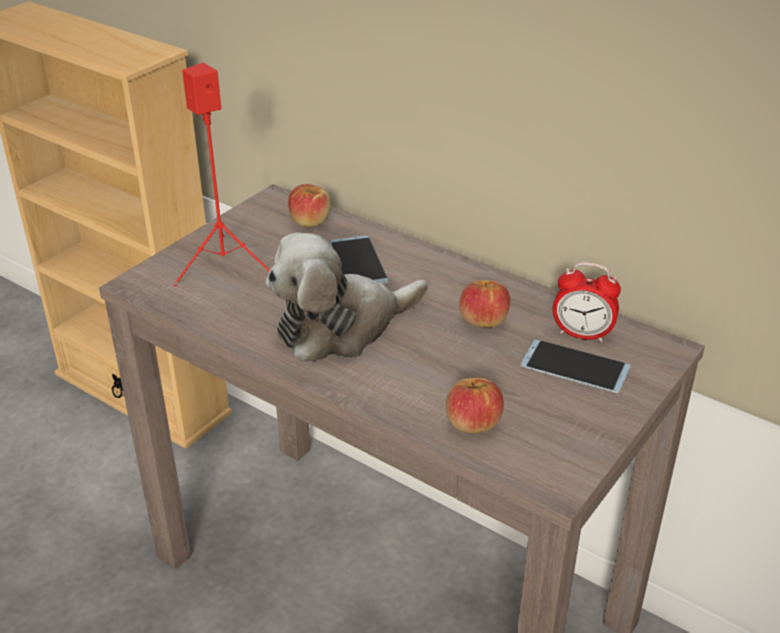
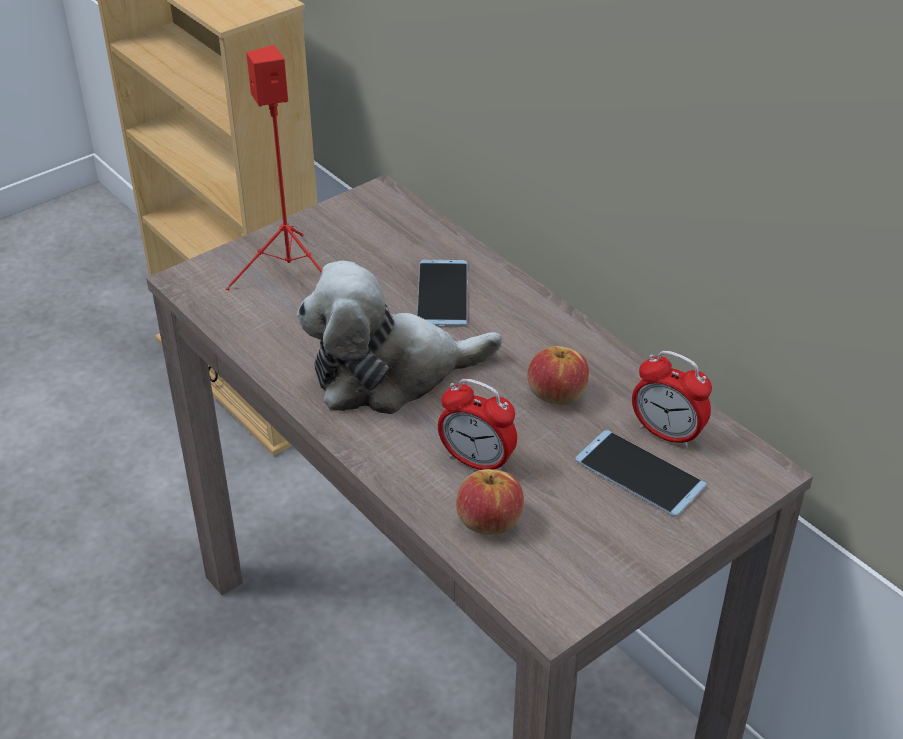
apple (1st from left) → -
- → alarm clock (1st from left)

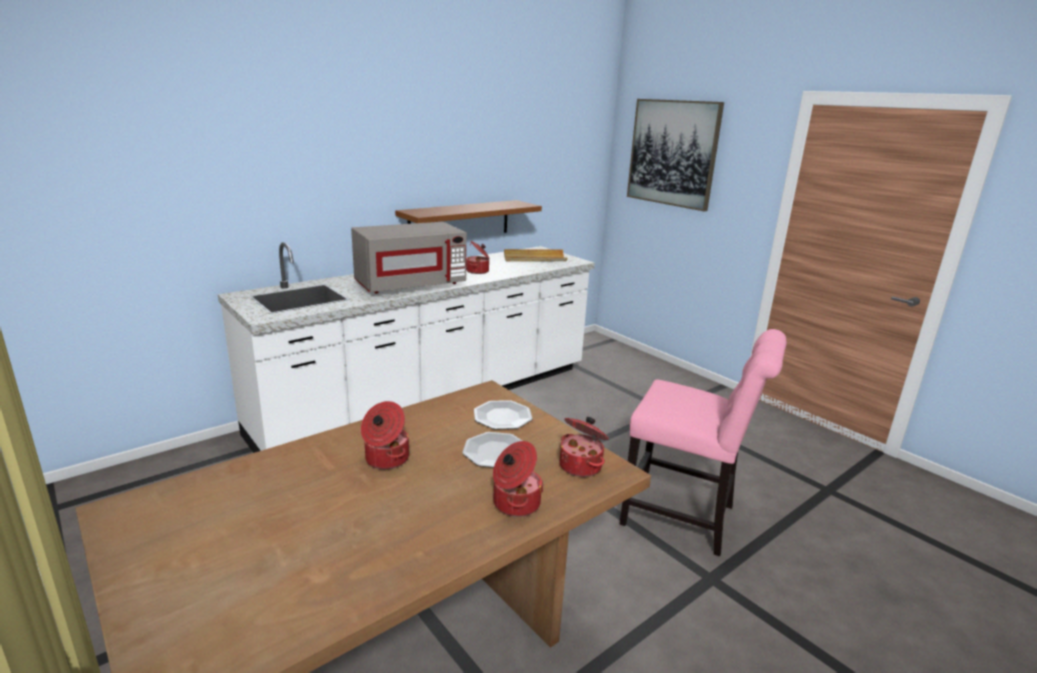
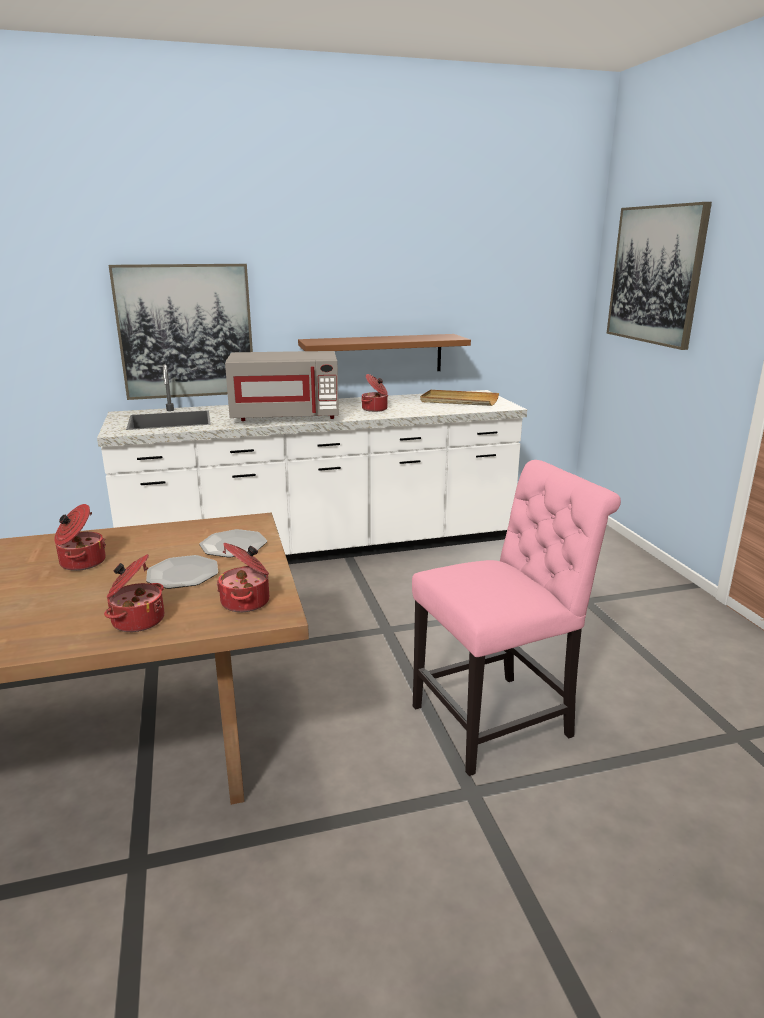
pink plain chair, 75 degrees counterclockwise
- → wall art (1st from left)

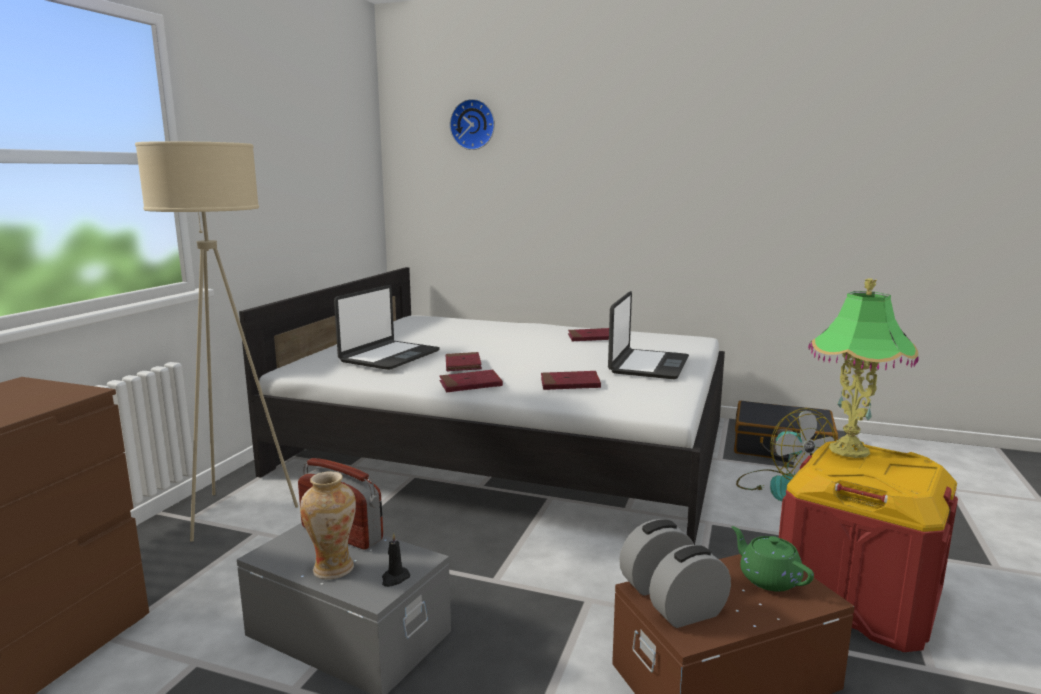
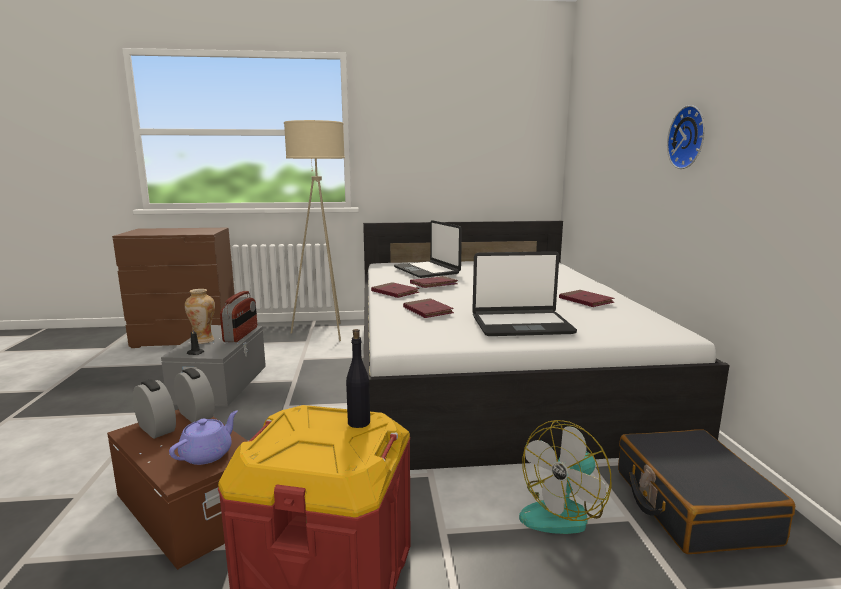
laptop (1st from left), 60 degrees clockwise
wall clock, move
greenish pot for tea → purple-coloured pot for tea
tabletop lamp → blackish drink bottle

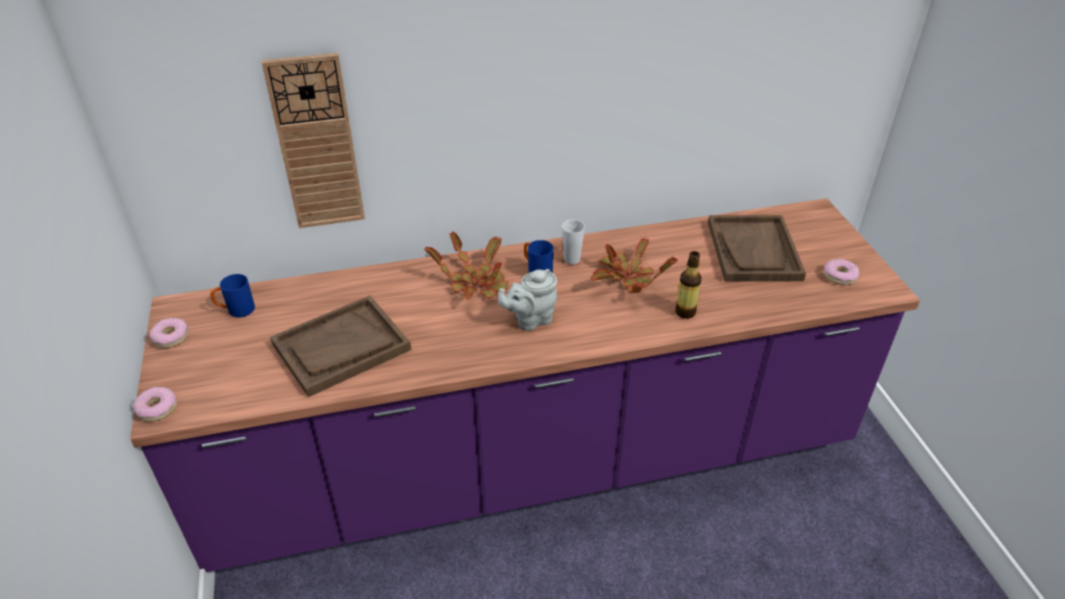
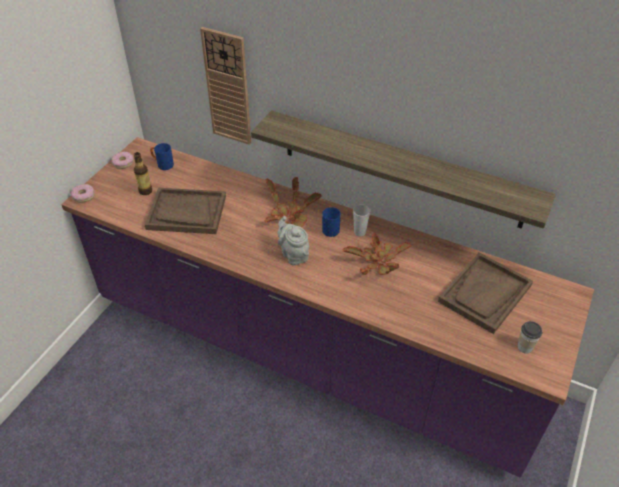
grey pot for tea, 45 degrees clockwise
drink bottle, move
doughnut (3rd from left) → small cup (2nd from left)
- → bracket shelf

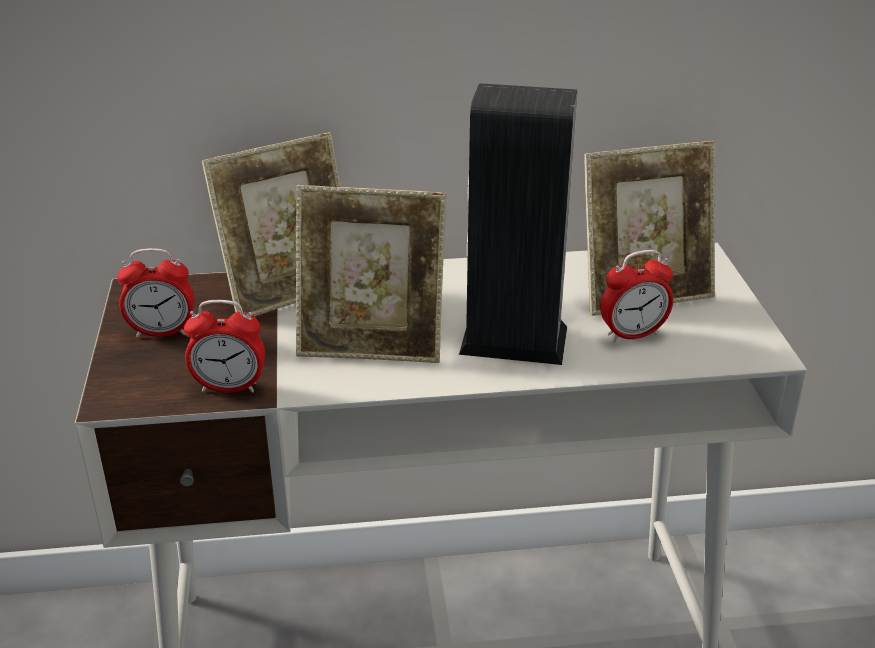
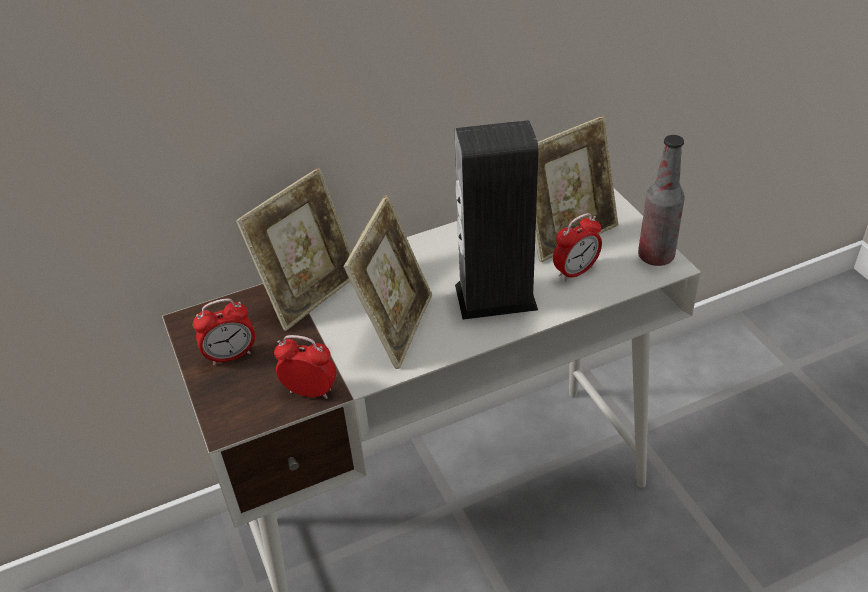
alarm clock (2nd from left), 150 degrees counterclockwise
standing frame (2nd from left), 60 degrees counterclockwise
- → drink bottle

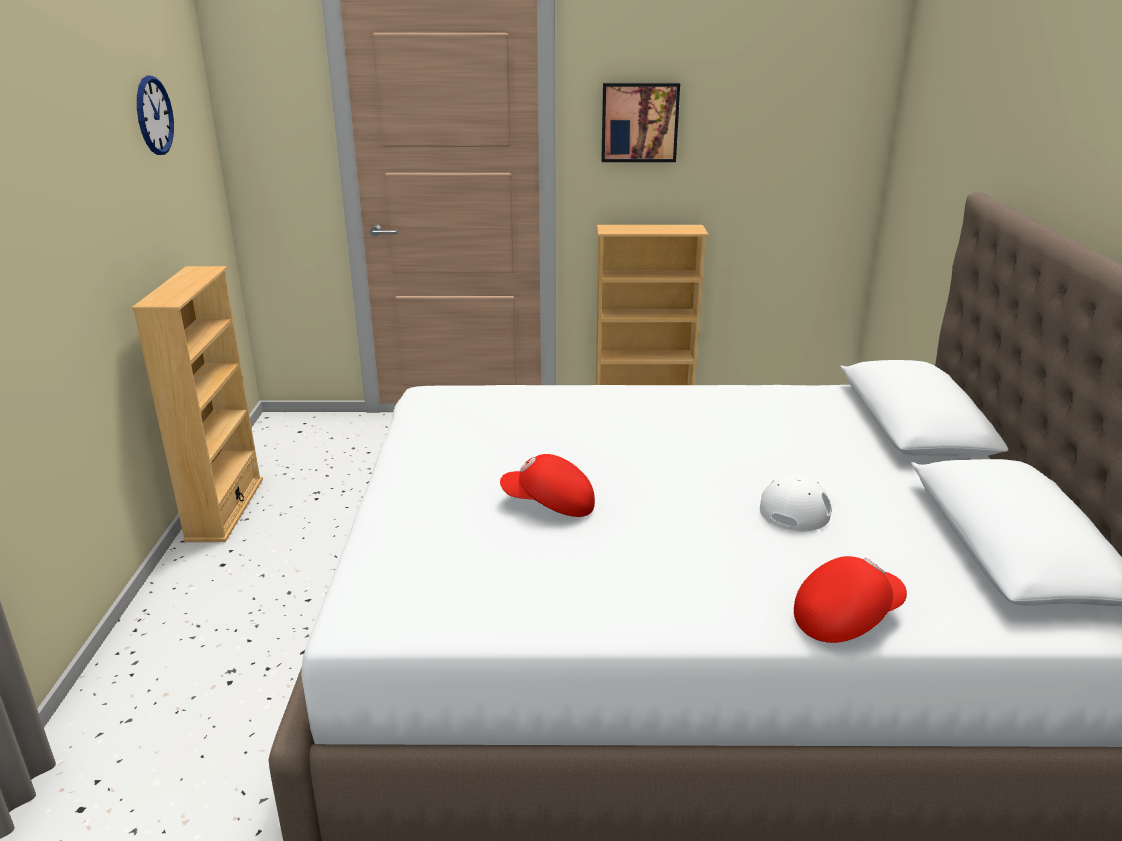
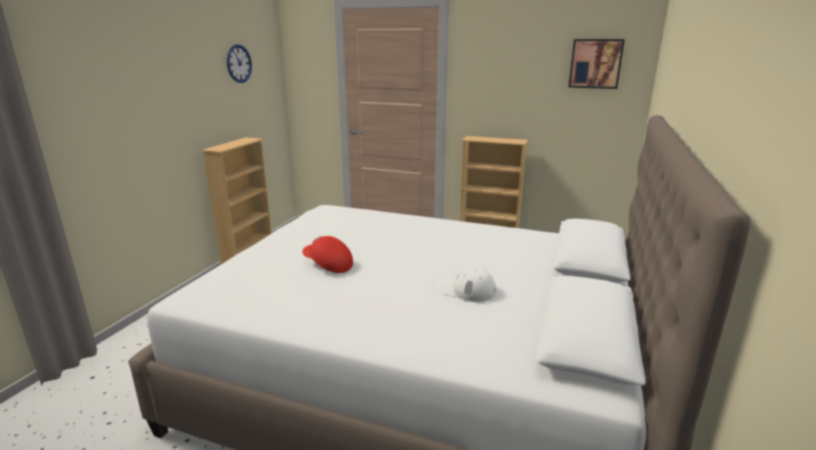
wall art, move
white-coloured baseball cap, 120 degrees counterclockwise
red baseball cap (2nd from left) → -

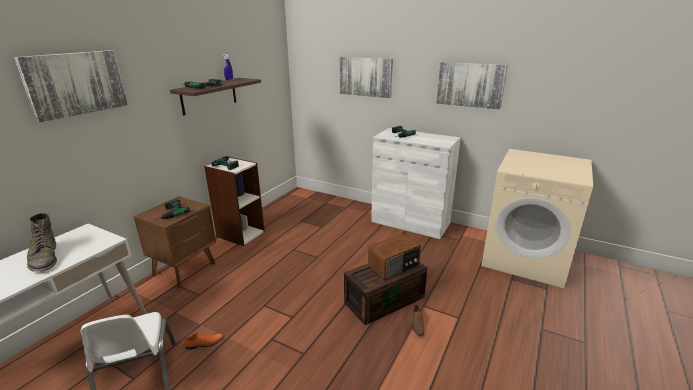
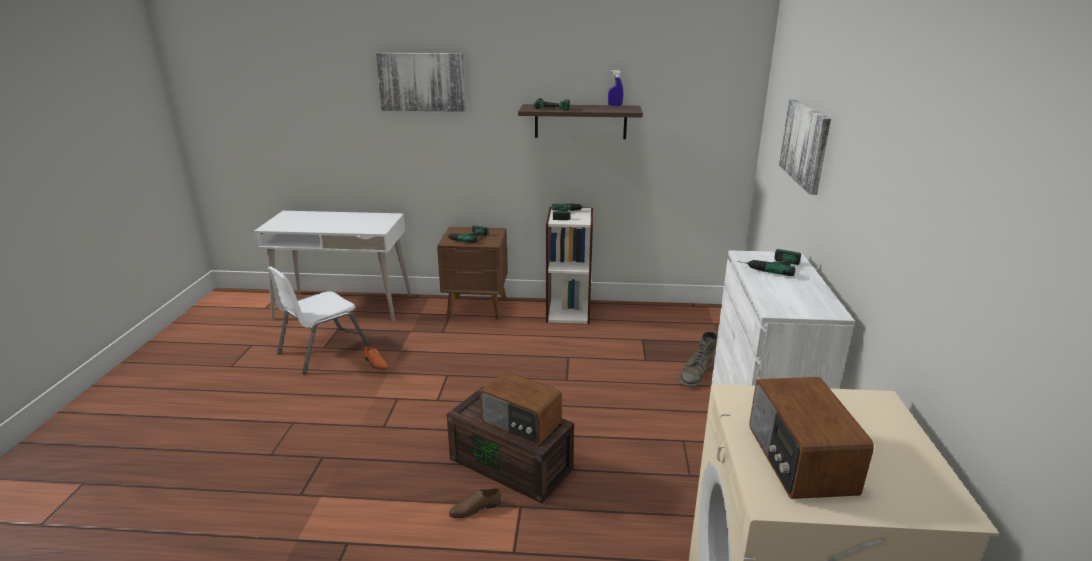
greenish tall boot, move
wall art (3rd from left) → -
- → radio set (2nd from left)

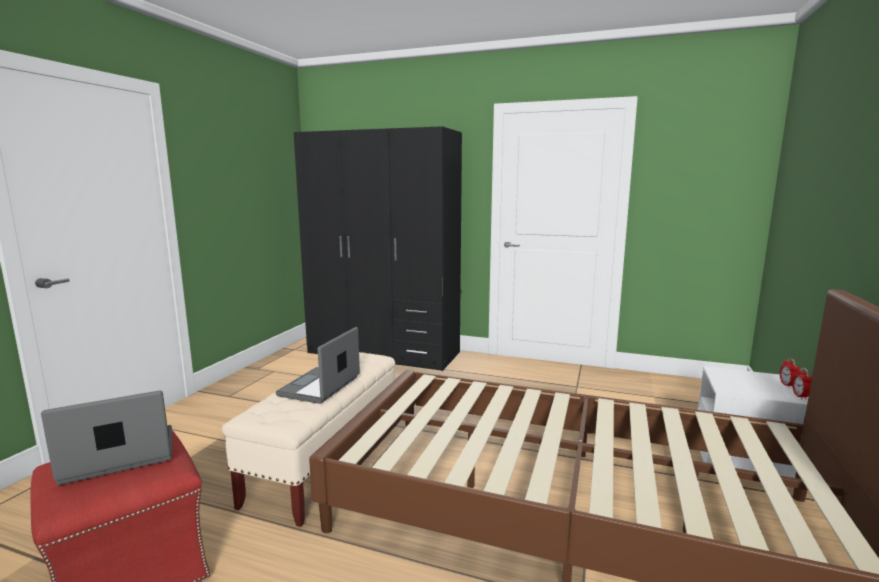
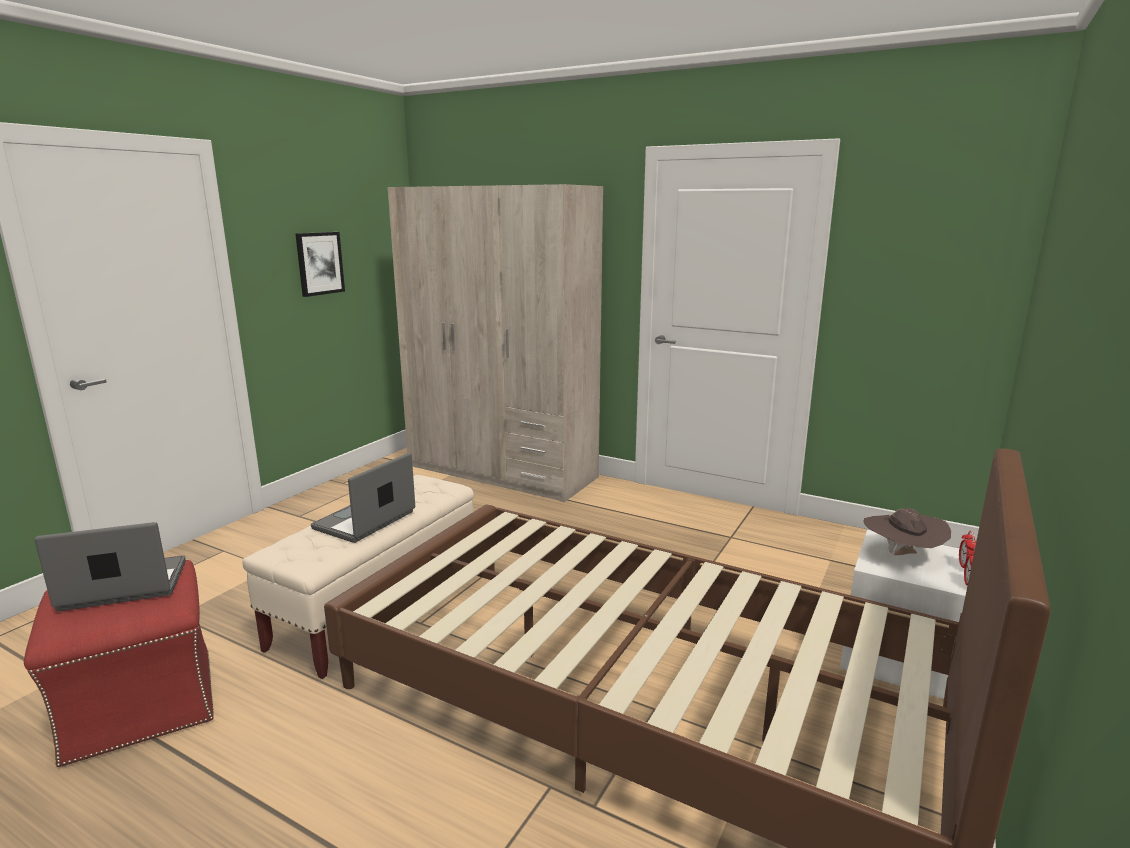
blackish armoire → beige armoire
- → wall art
- → brownish wearable hat

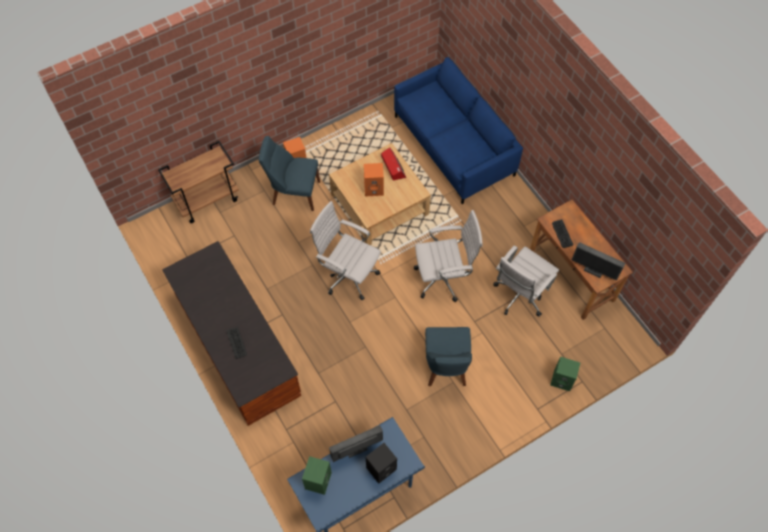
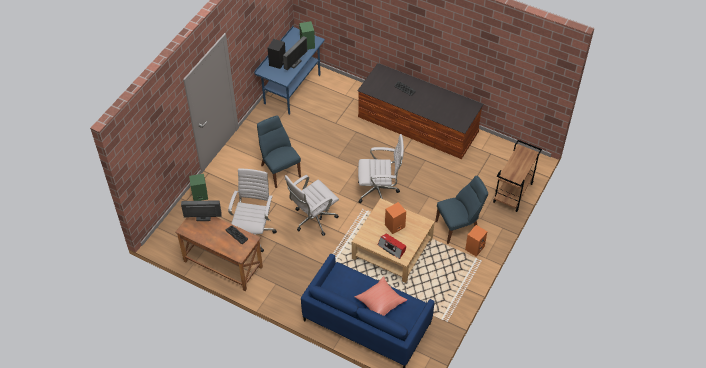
- → red throw pillow

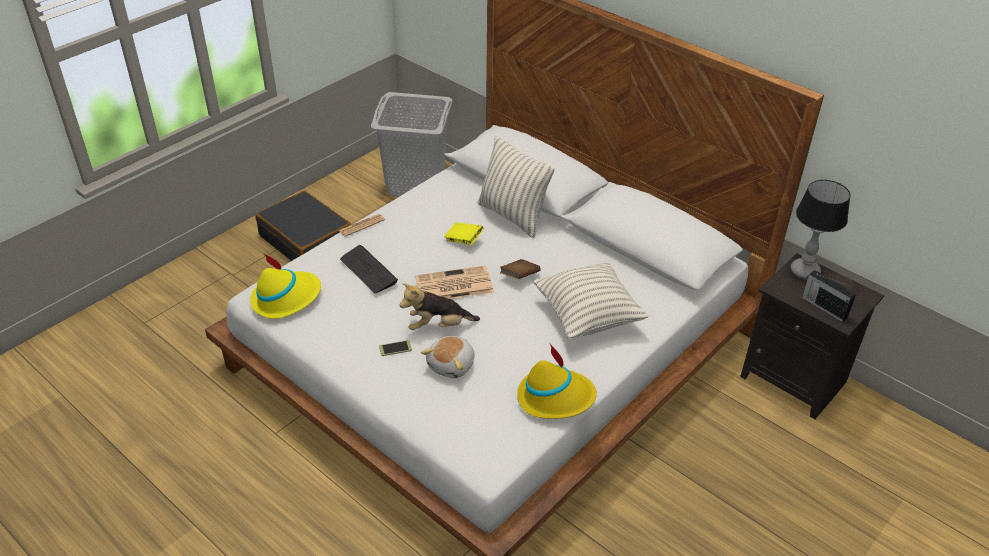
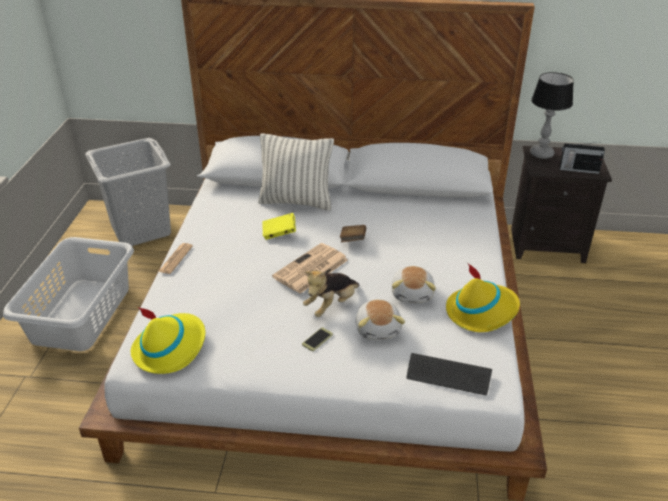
blackish piece of luggage → grey laundry basket (1st from left)
PC keyboard, move
throw pillow (2nd from left) → -
- → cuddly toy (3rd from left)

